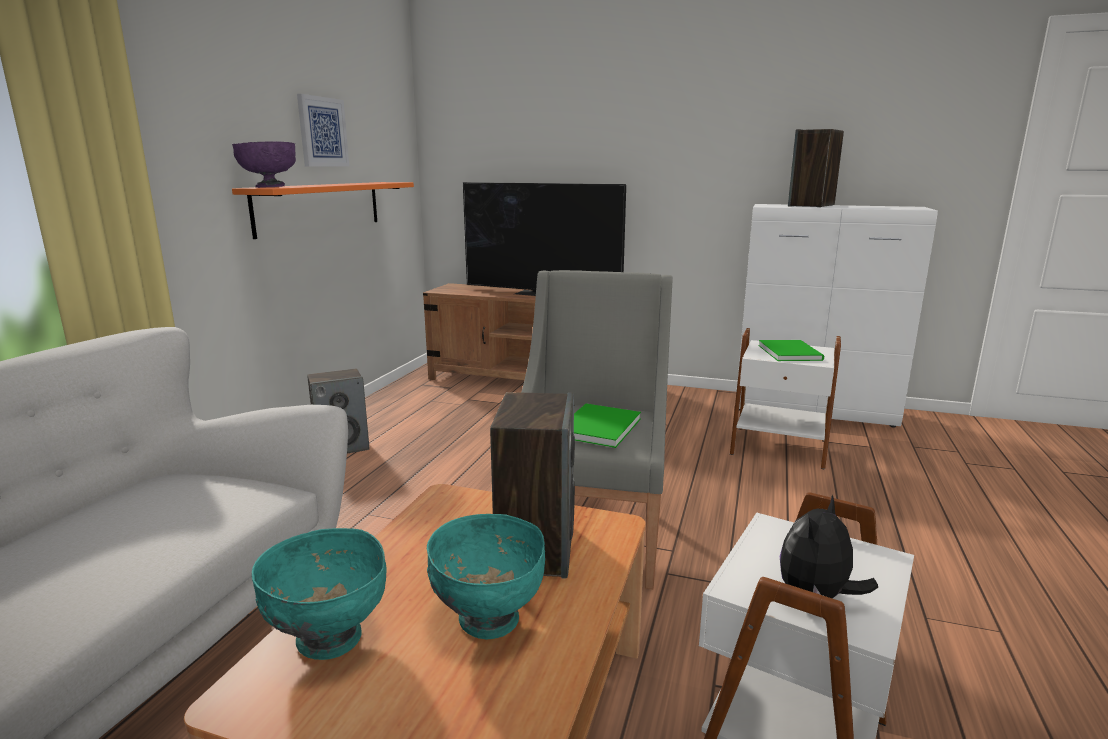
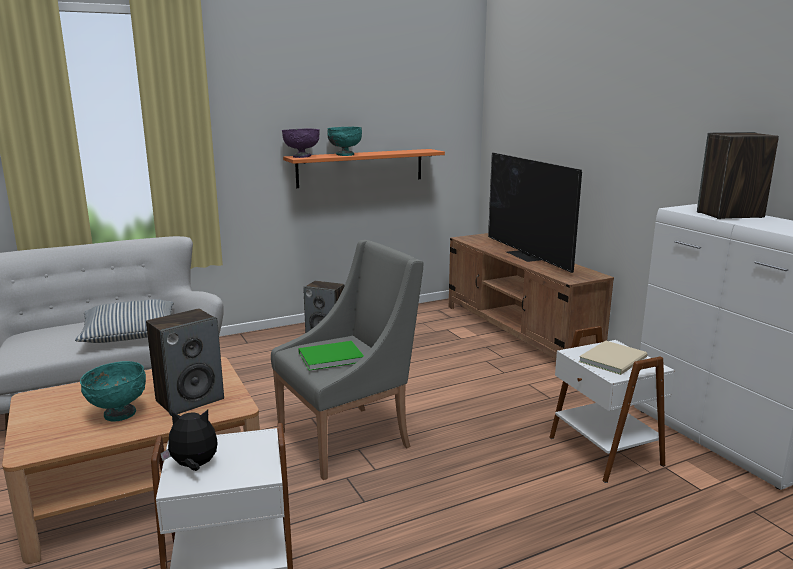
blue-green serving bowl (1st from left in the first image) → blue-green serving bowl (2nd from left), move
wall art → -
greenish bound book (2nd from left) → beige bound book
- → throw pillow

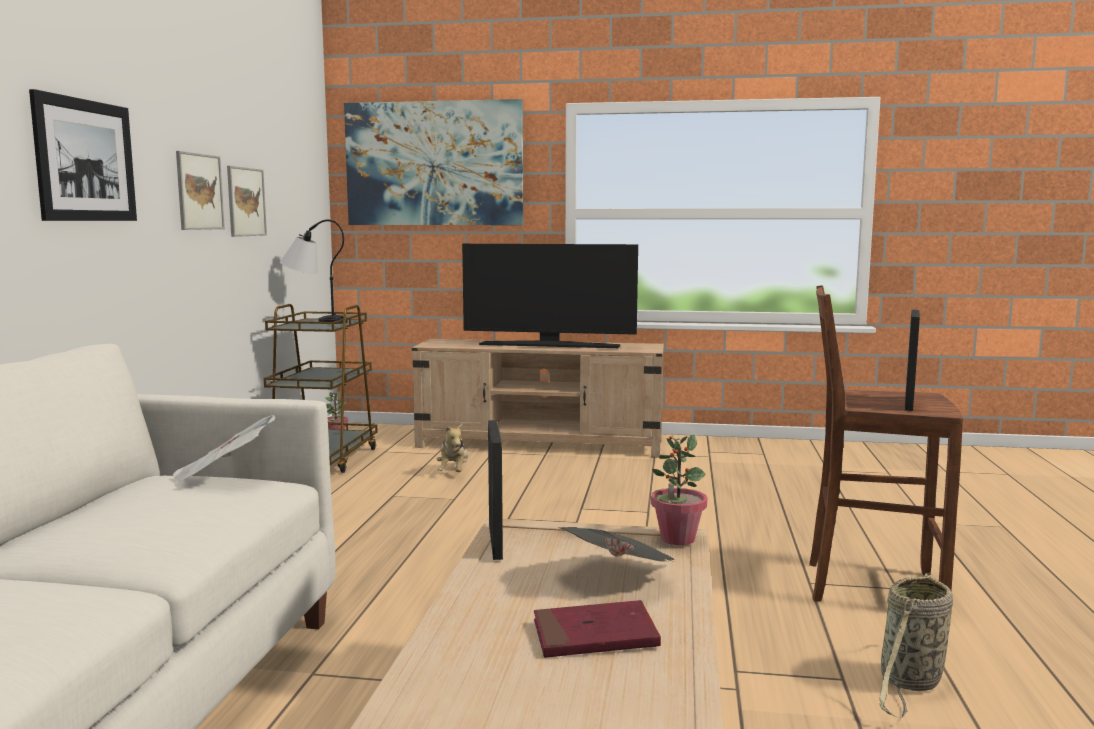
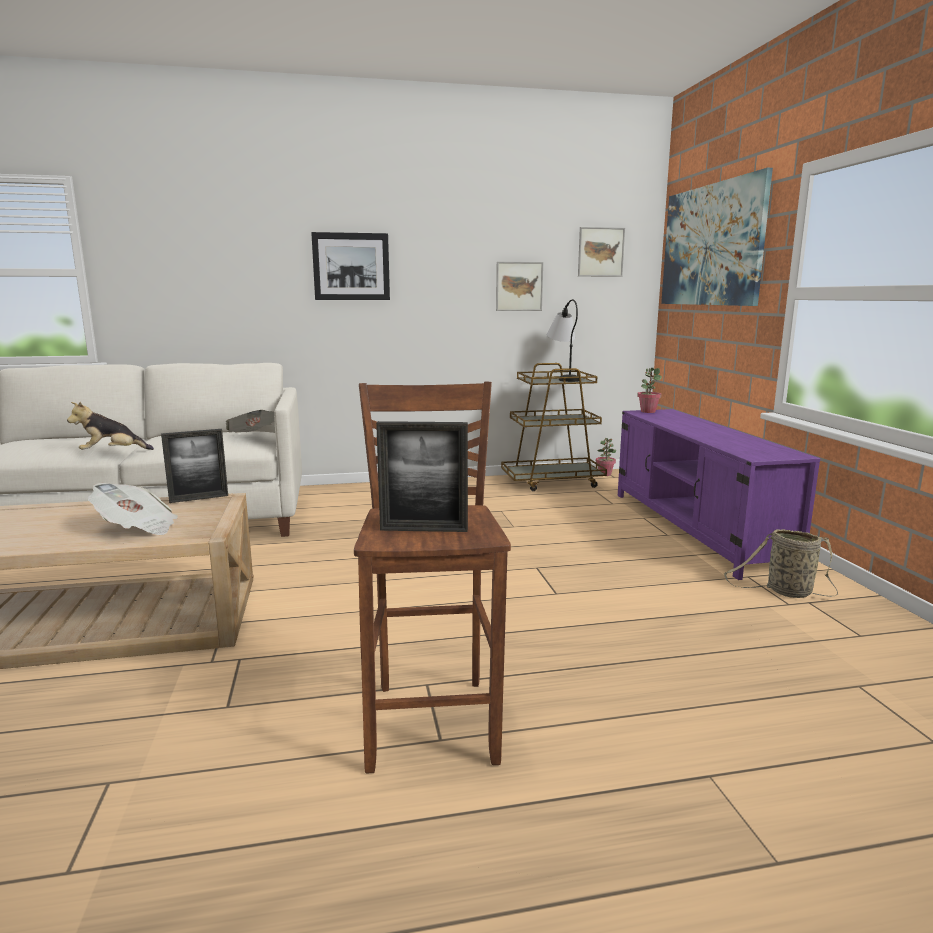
wall art (2nd from left in the first image) → wall art (3rd from left), move
beige tv stand → purple-coloured tv stand
cuddly toy, move
television → -
red bound book → -
houseplant (2nd from left), move
household basket, move

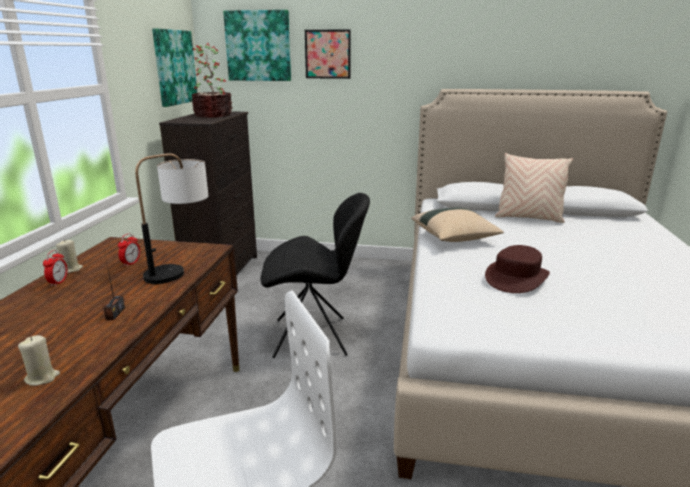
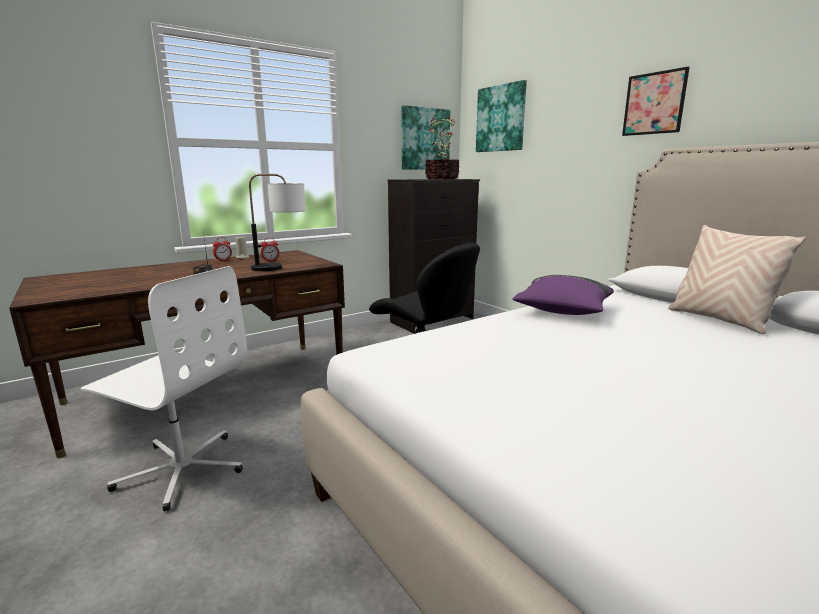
beige wax light (1st from left) → -
wall art (3rd from left), move
beige throw pillow (1st from left) → purple-coloured throw pillow
brownish wearable hat → -

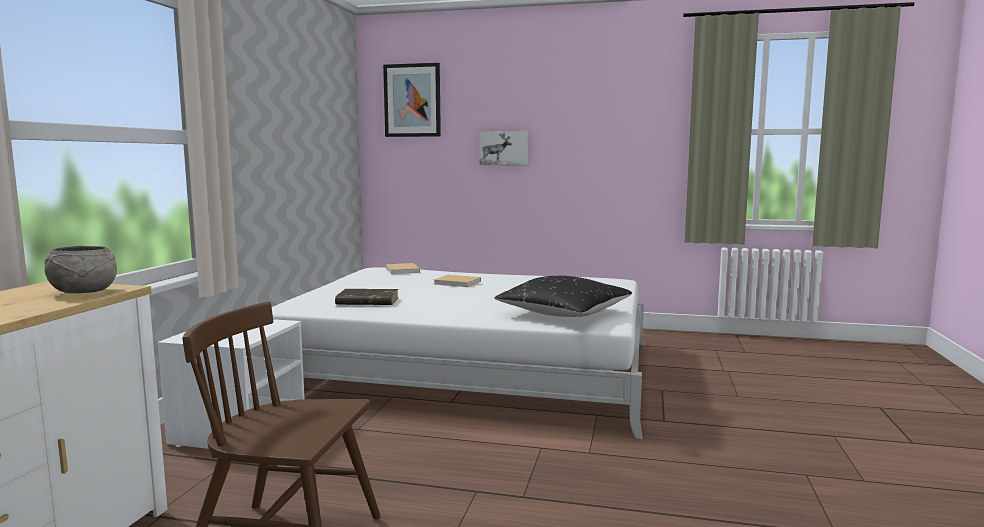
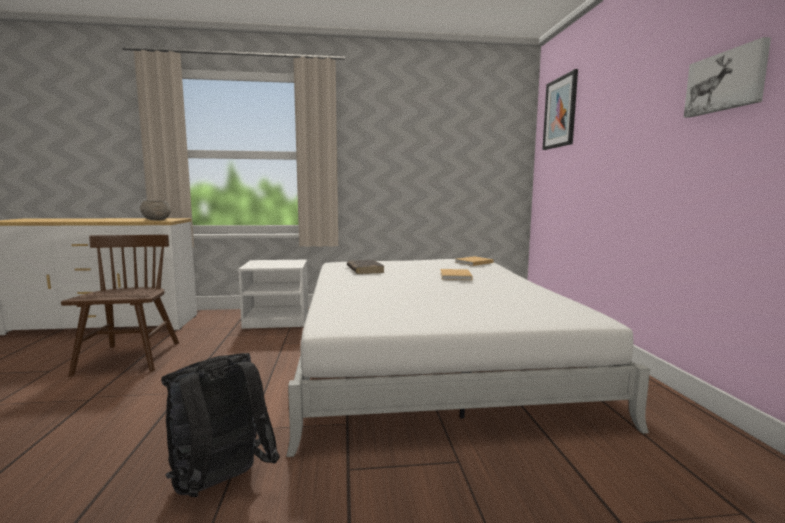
wall art (2nd from left), move
blackish throw pillow → -
- → blackish backpack

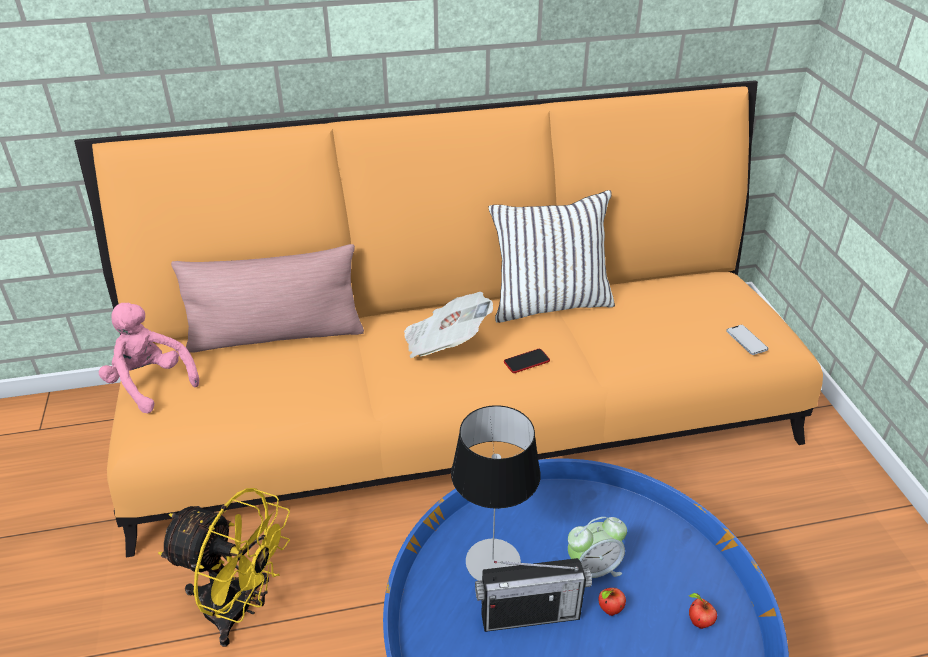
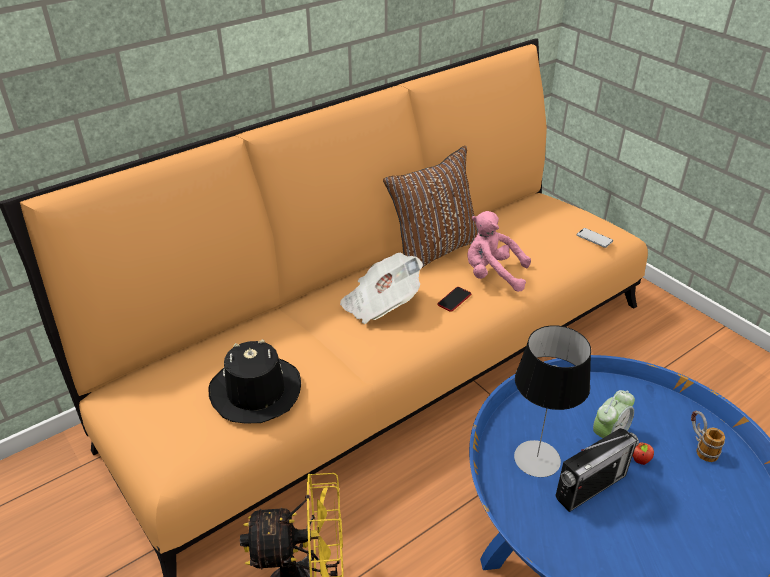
pink cuddly toy, move
pink throw pillow → -
white-coloured throw pillow → brownish throw pillow
apple (2nd from left) → coffee mug
- → blackish wearable hat

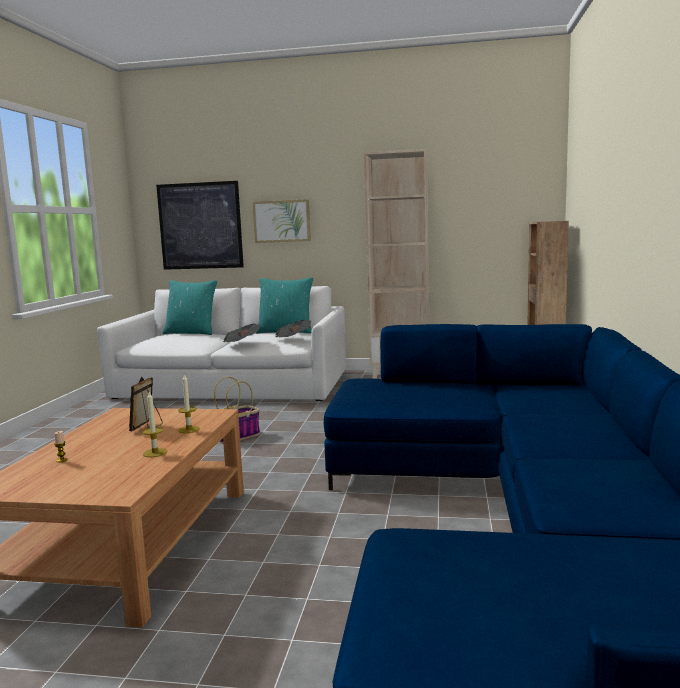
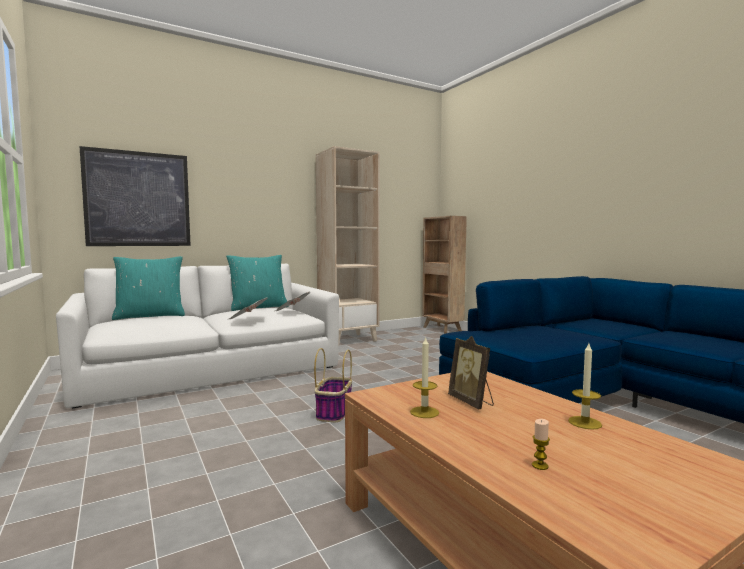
wax light (3rd from left in the first image) → wax light (1st from left), move
wall art (2nd from left) → -

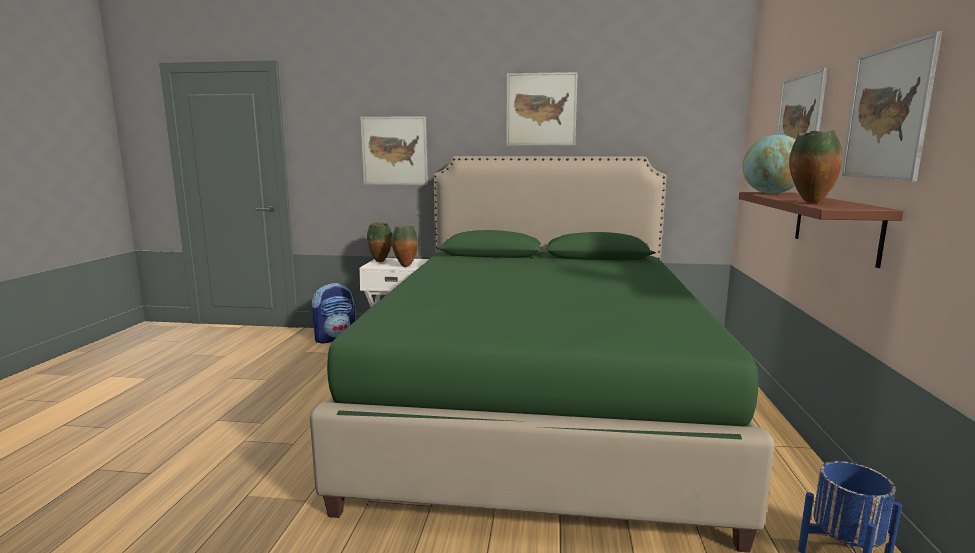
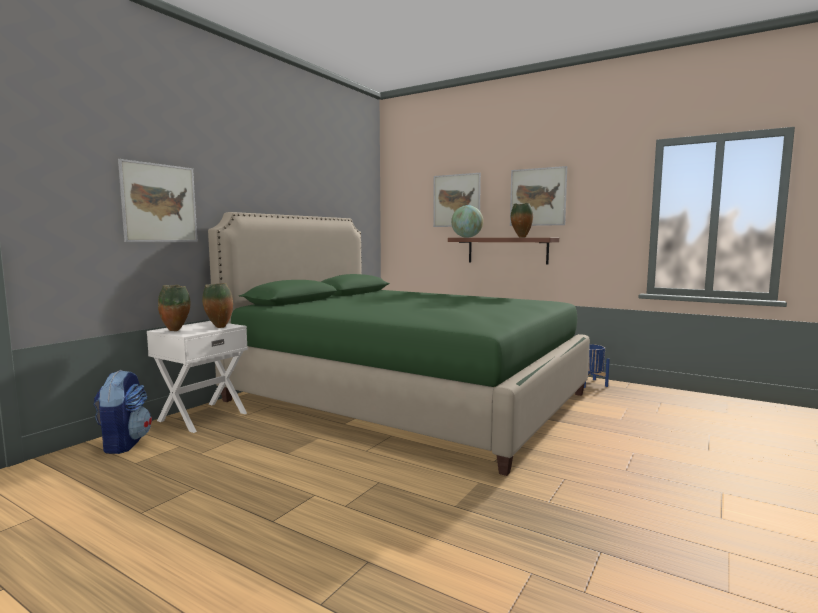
wall art (2nd from left) → -

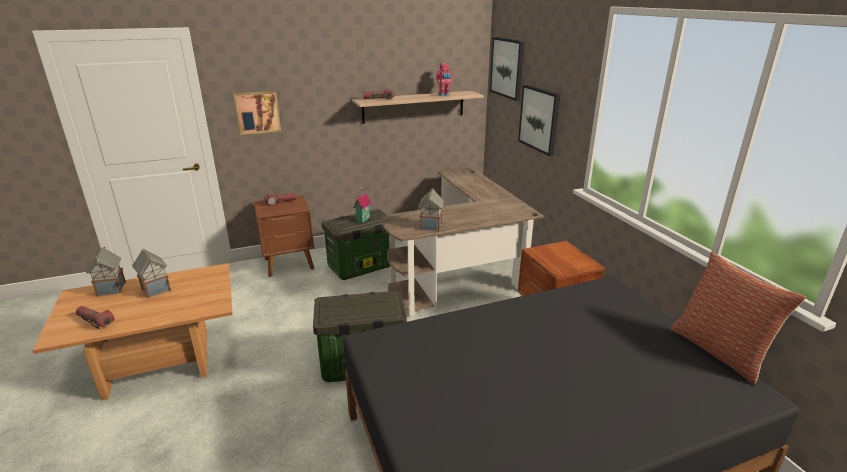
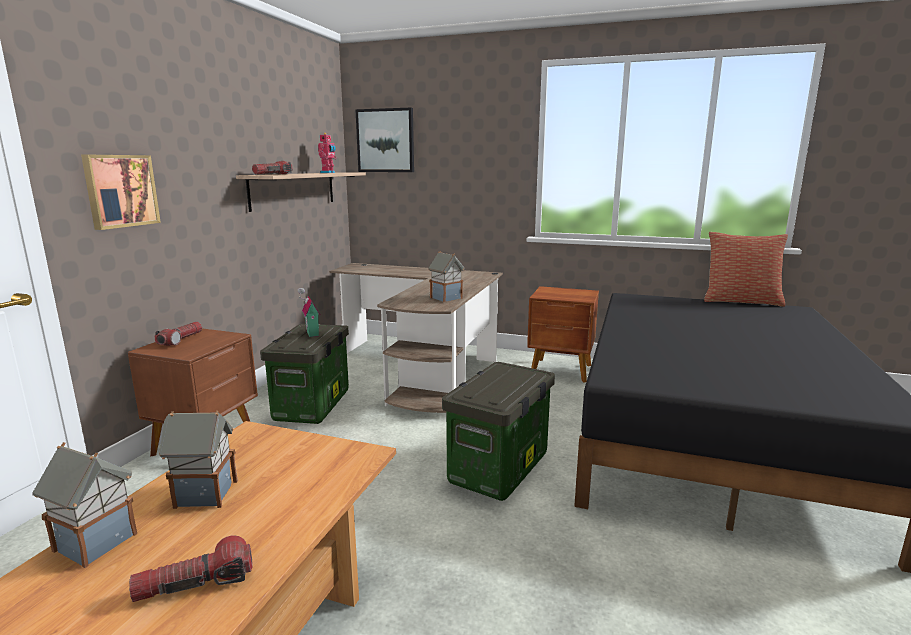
wall art (3rd from left) → -

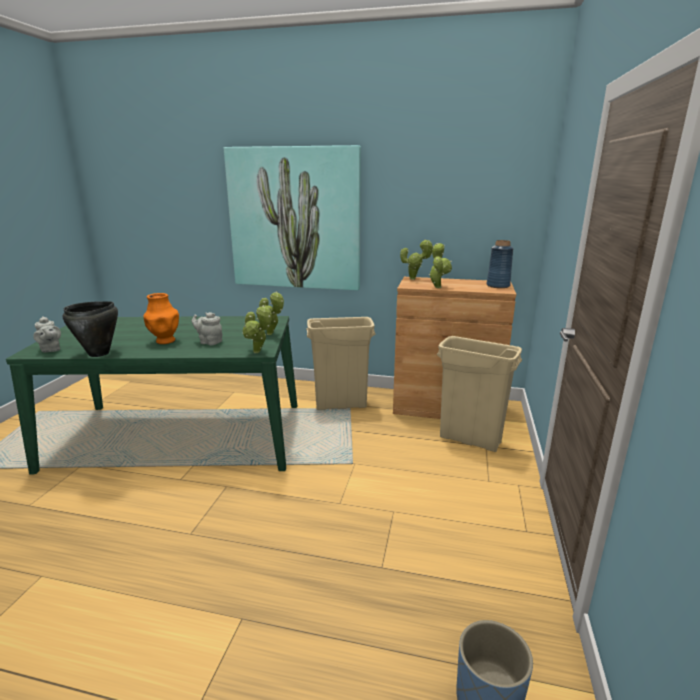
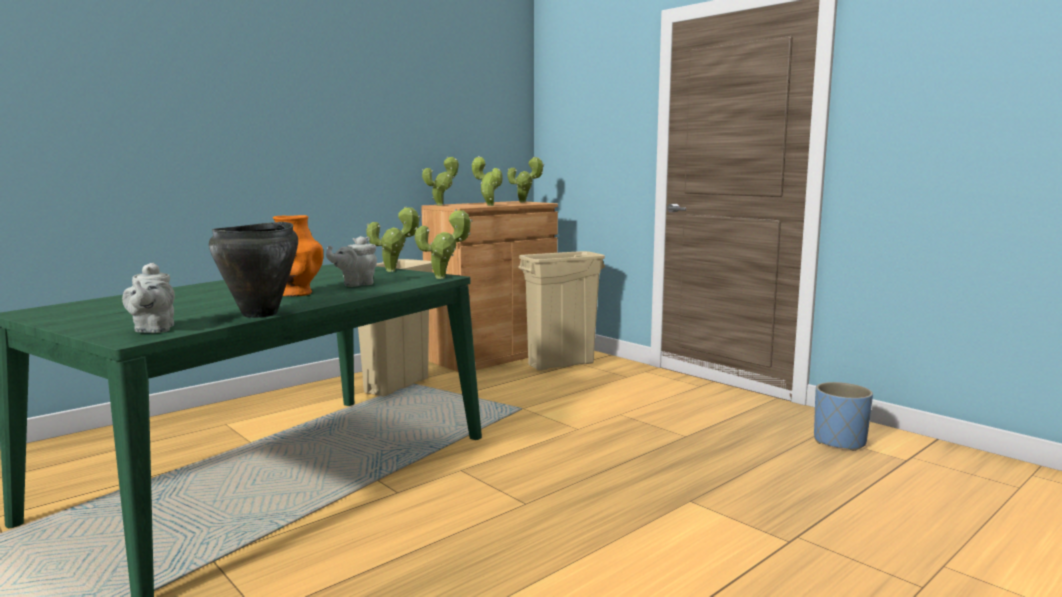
grey pot for tea (1st from left), 75 degrees clockwise
wall art → -
bluish decorative vase → houseplant (5th from left)

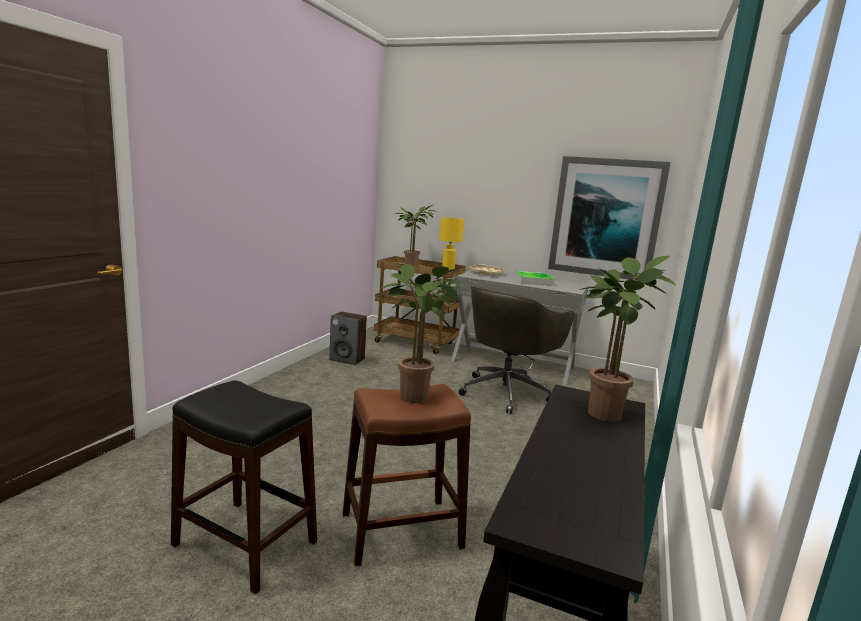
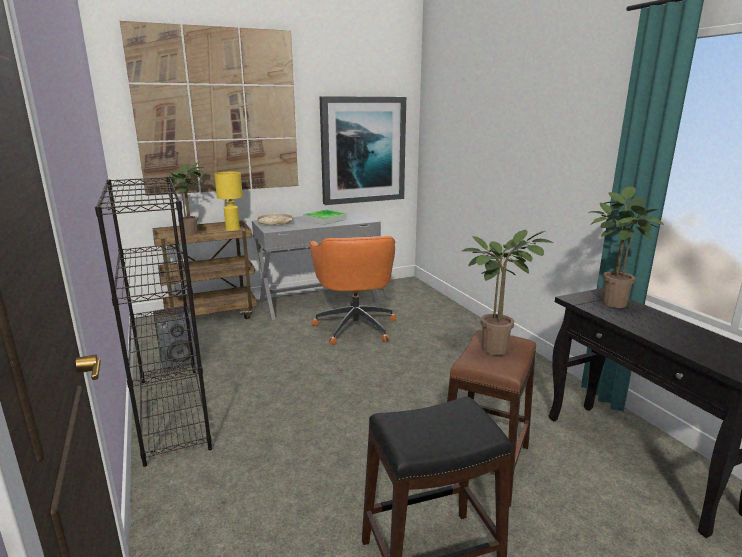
grey desk chair → orangey desk chair
- → blackish shelving unit
- → wall art (1st from left)

